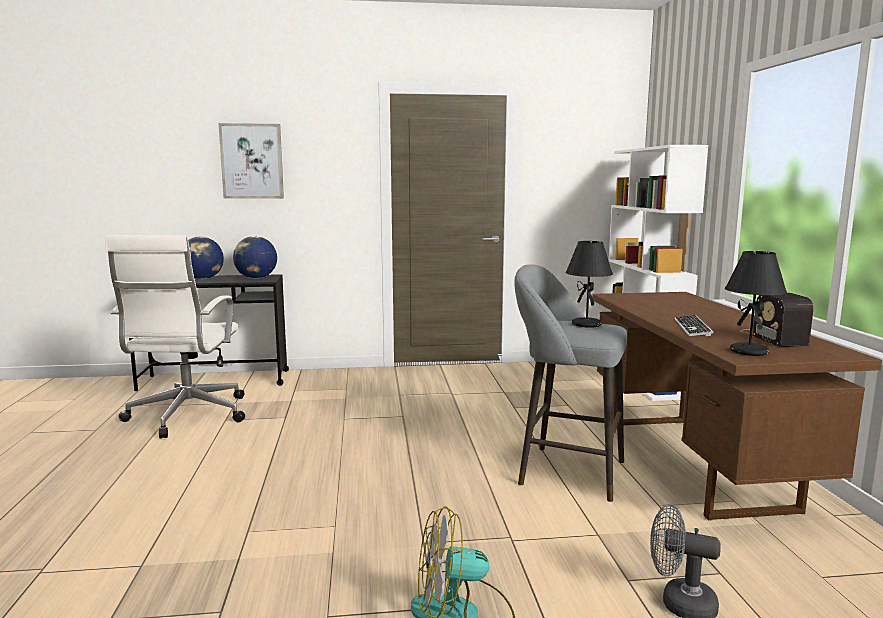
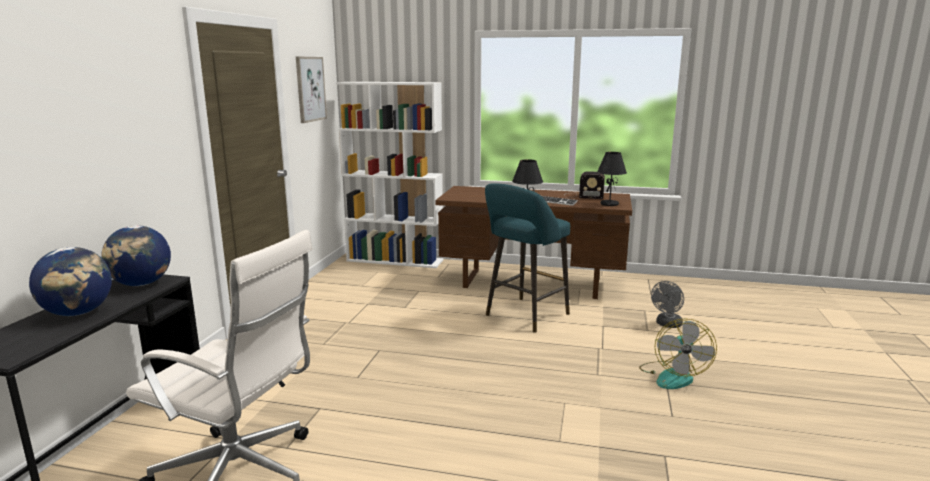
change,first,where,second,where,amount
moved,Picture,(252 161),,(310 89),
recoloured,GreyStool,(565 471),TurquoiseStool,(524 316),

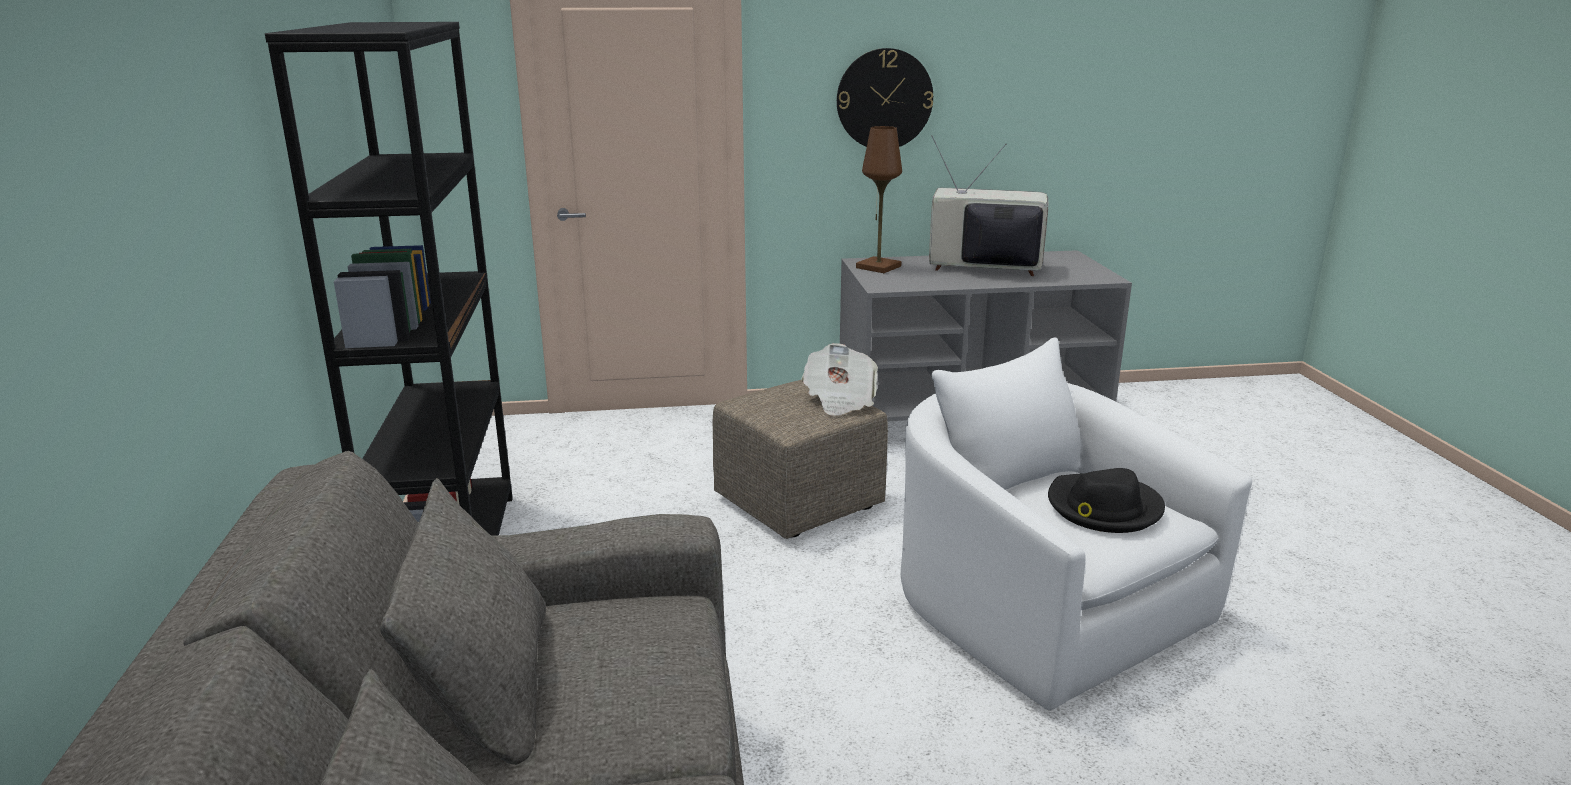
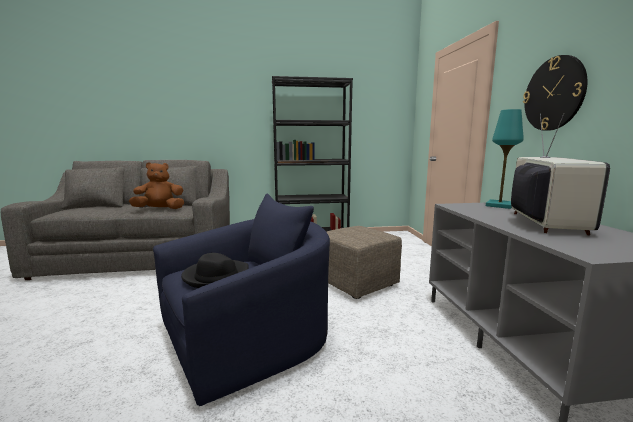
change,first,where,second,where,amount
added,,,BrownPlushToy,(160 209),
recoloured,WhiteArmchair,(1041 609),BlueArmchair,(249 340),
recoloured,BrownTableLamp,(878 267),TurquoiseTableLamp,(499 205),
removed,Newspaper,(839 400),,,

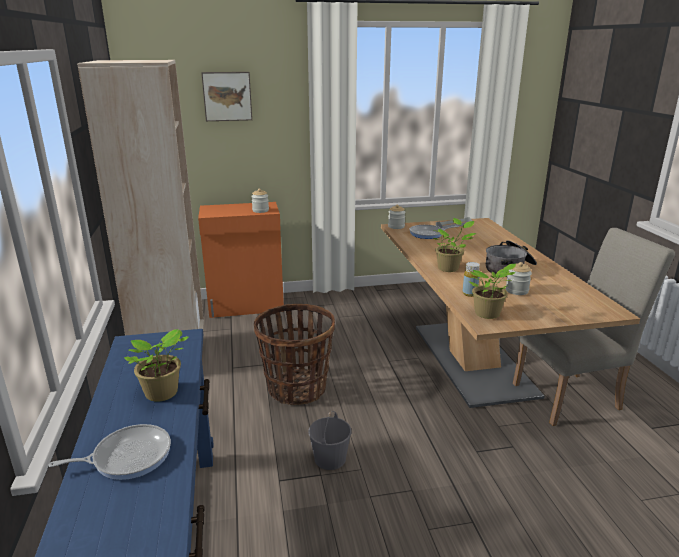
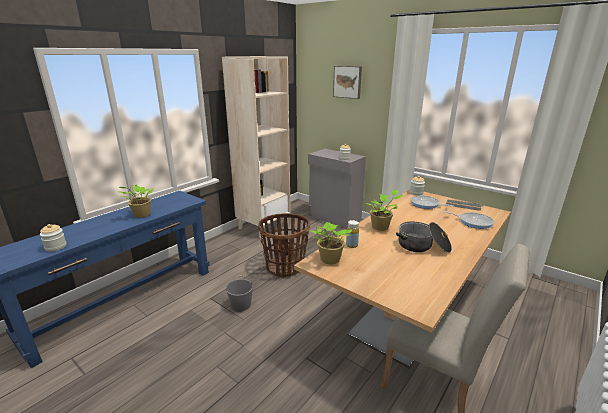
change,first,where,second,where,amount
moved,Jar,(517 290),,(56 247),
recoloured,OrangeCabinet,(246 306),GreyCabinet,(334 218),
moved,FryingPan,(128 457),,(473 222),

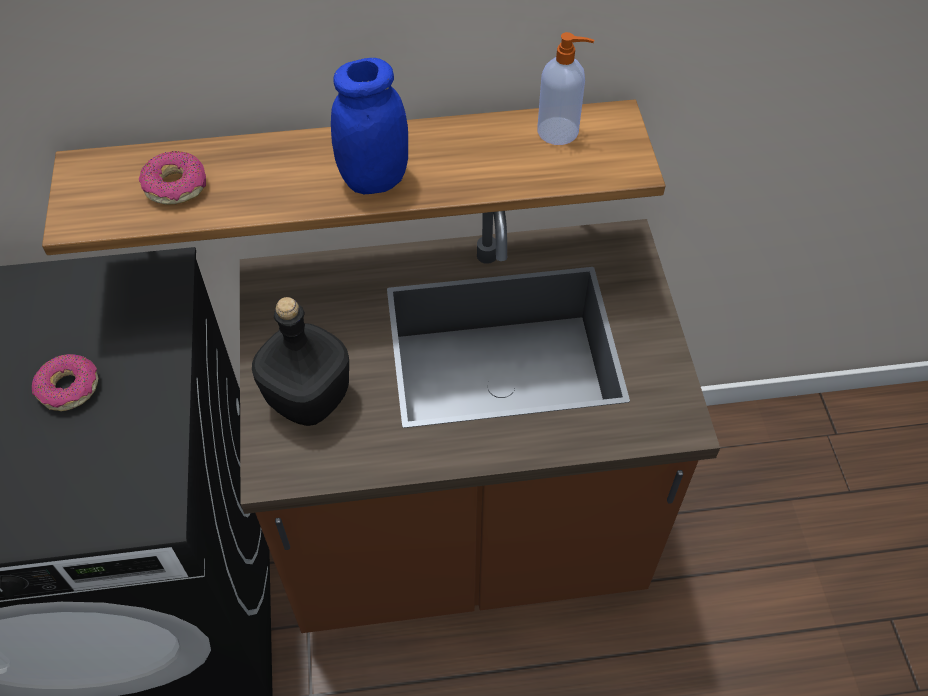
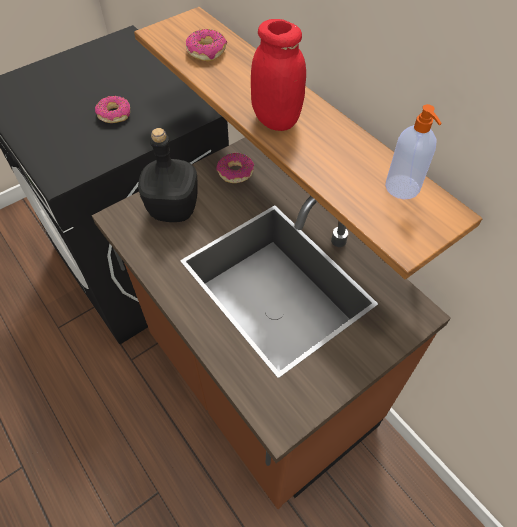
change,first,where,second,where,amount
added,,,Donut,(235 172),
recoloured,BlueJar,(374 179),RedJar,(276 120),

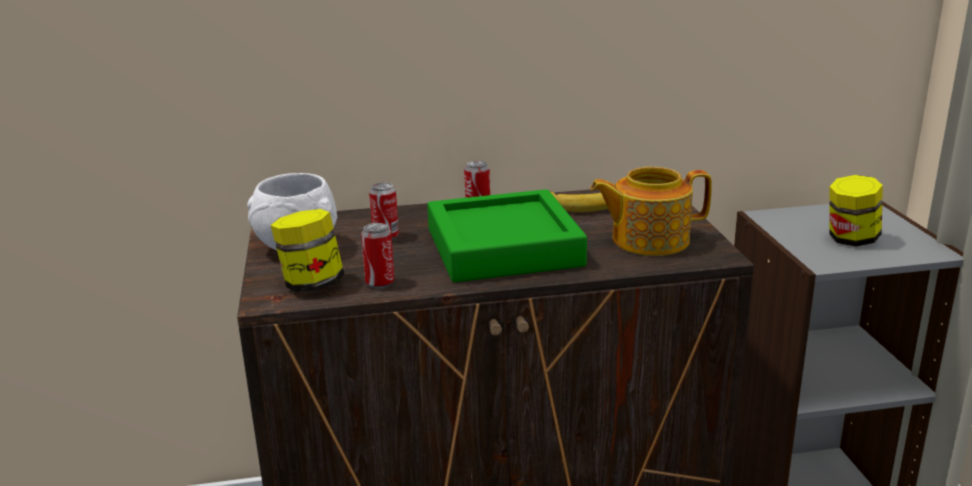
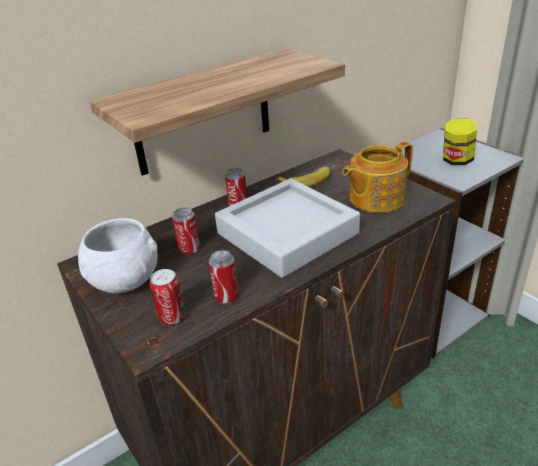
change,first,where,second,where,amount
added,,,Shelf,(203 112),
replaced,Jar,(311 285),Can,(172 317),
recoloured,GreenTray,(503 247),GreyTray,(287 234),

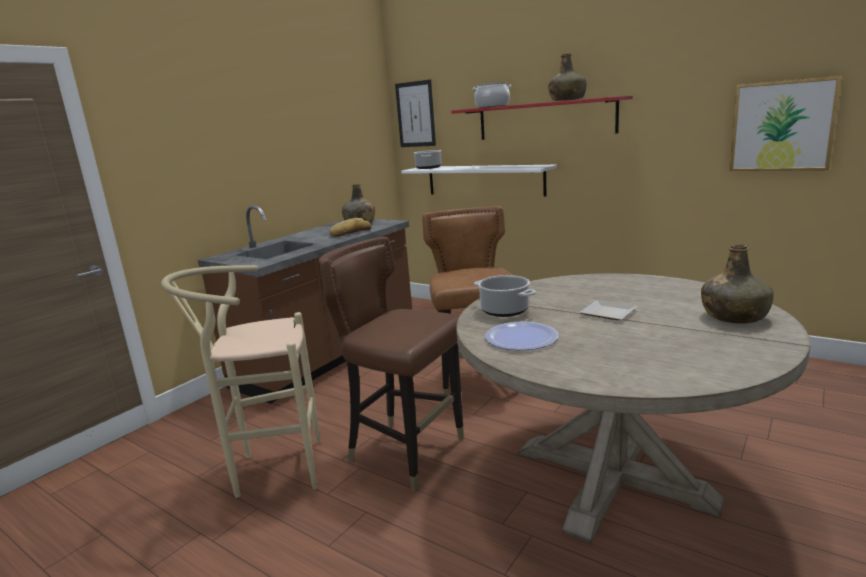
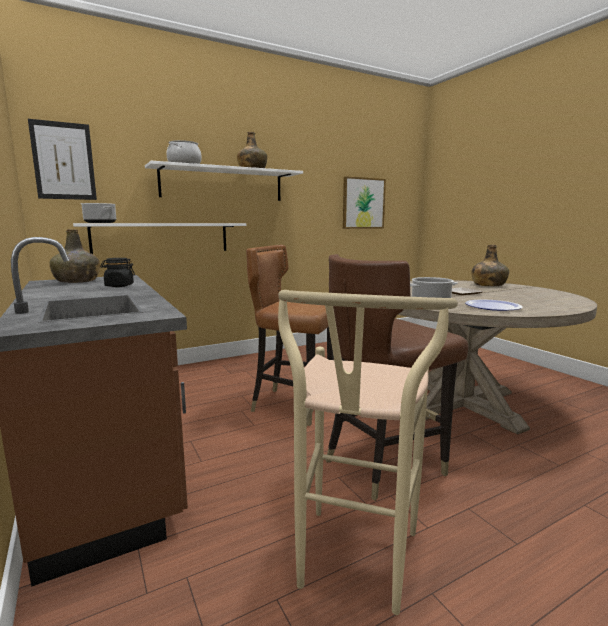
change,first,where,second,where,amount
replaced,Bread,(350 233),BlackJar,(119 286),
recoloured,RedShelf,(545 119),WhiteShelf,(223 184),

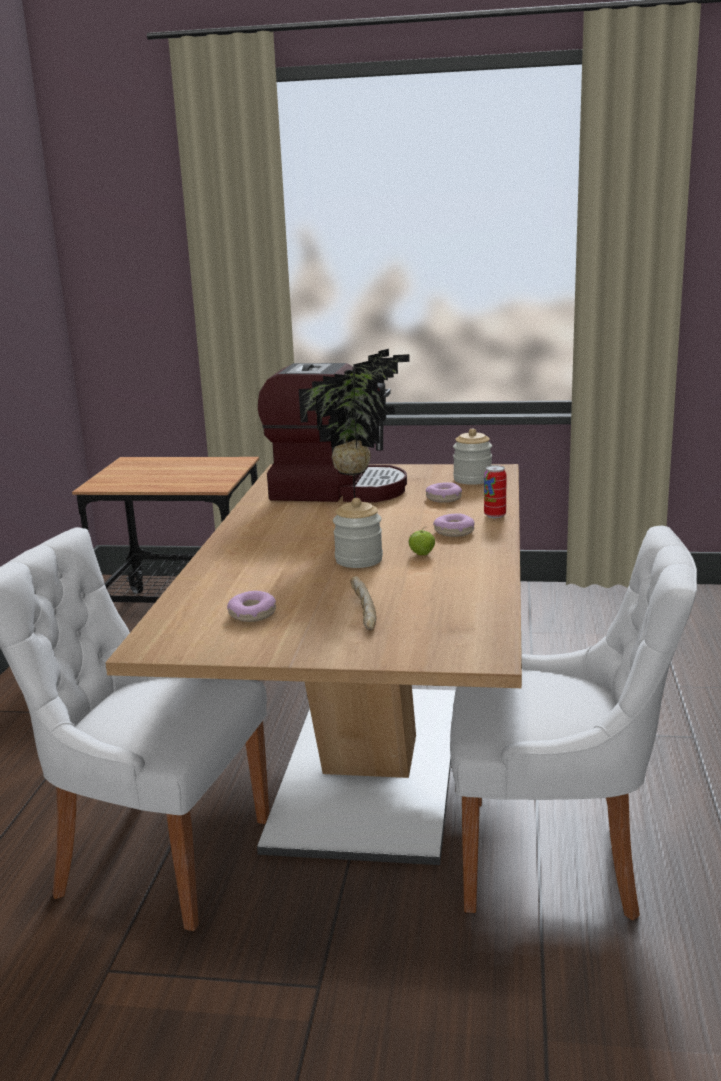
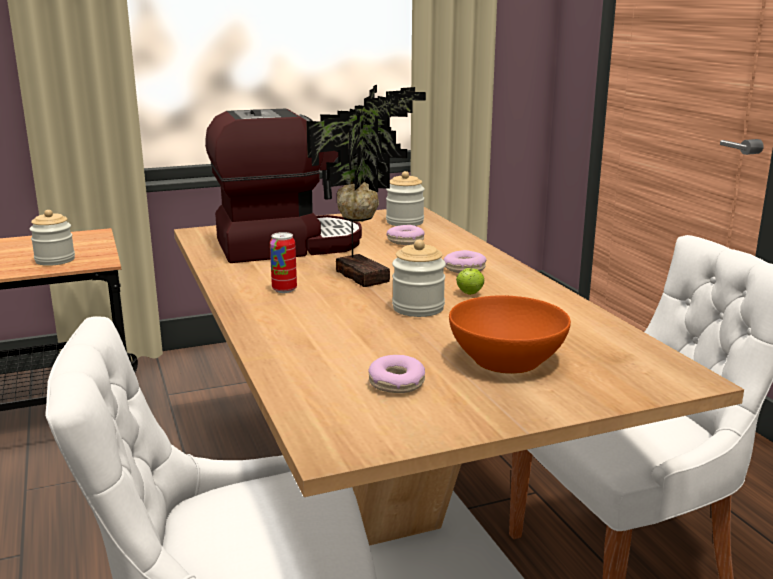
change,first,where,second,where,amount
added,,,Jar,(55 260),
moved,Can,(495 515),,(284 290),
replaced,Bread,(362 612),OrangeBowl,(507 359),

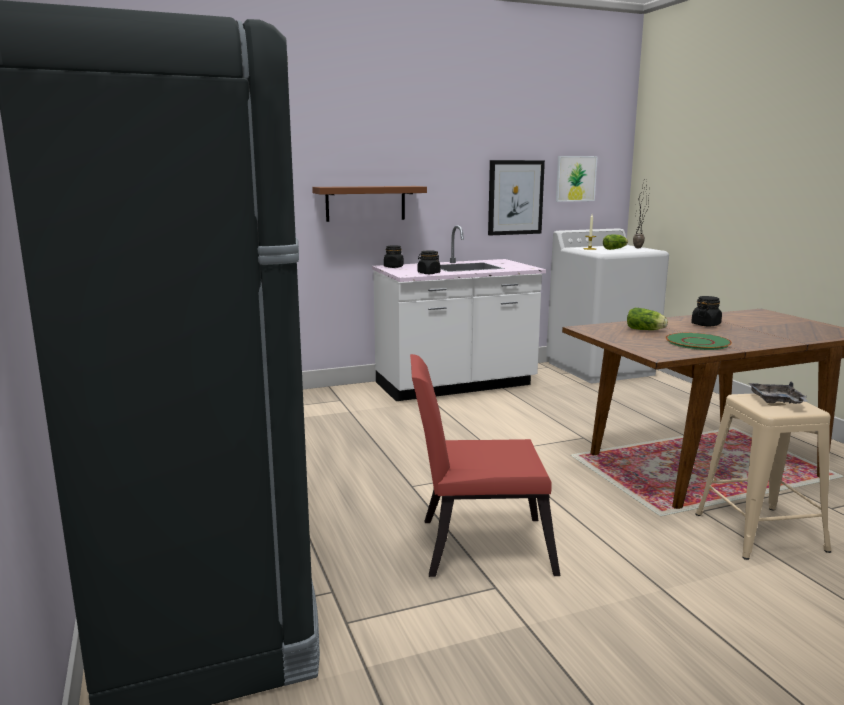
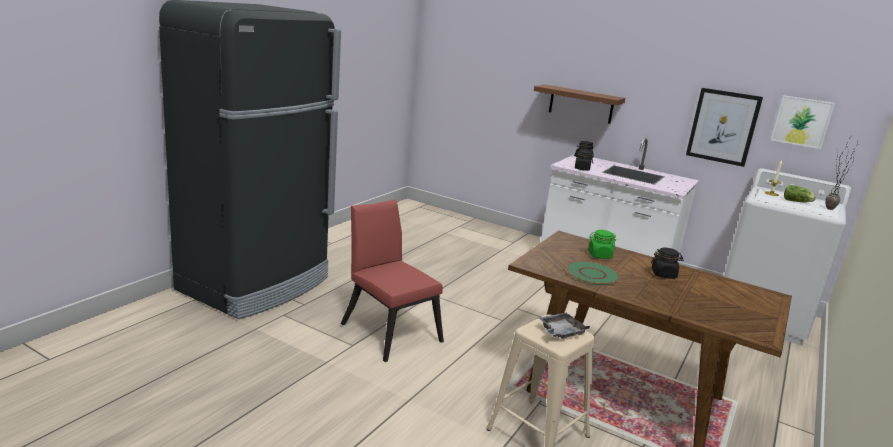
change,first,where,second,where,amount
replaced,Lettuce,(646 330),GreenJar,(599 255),

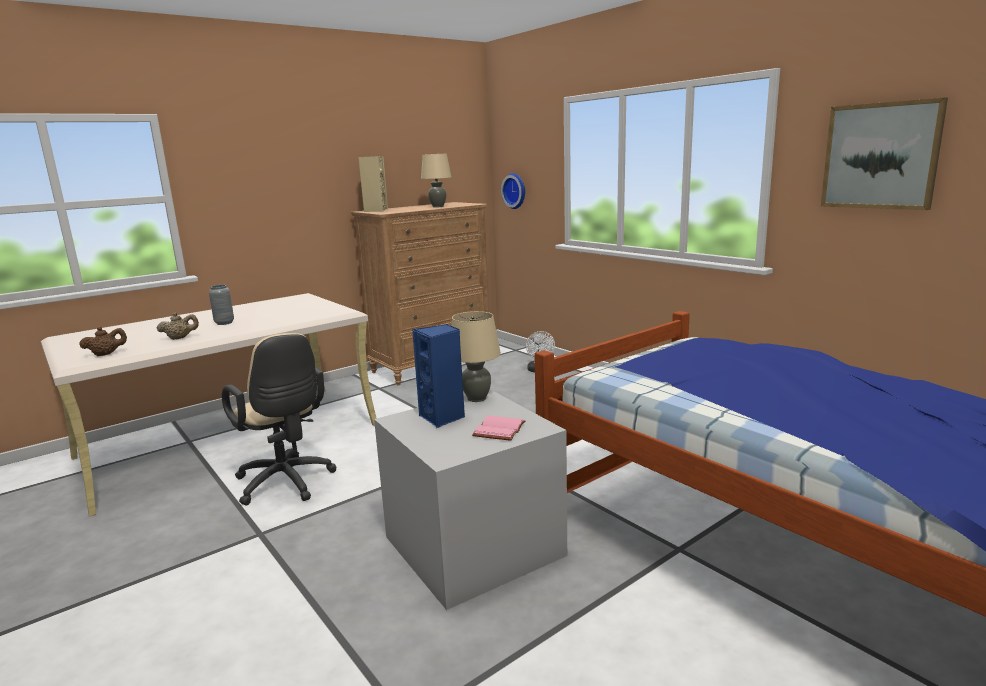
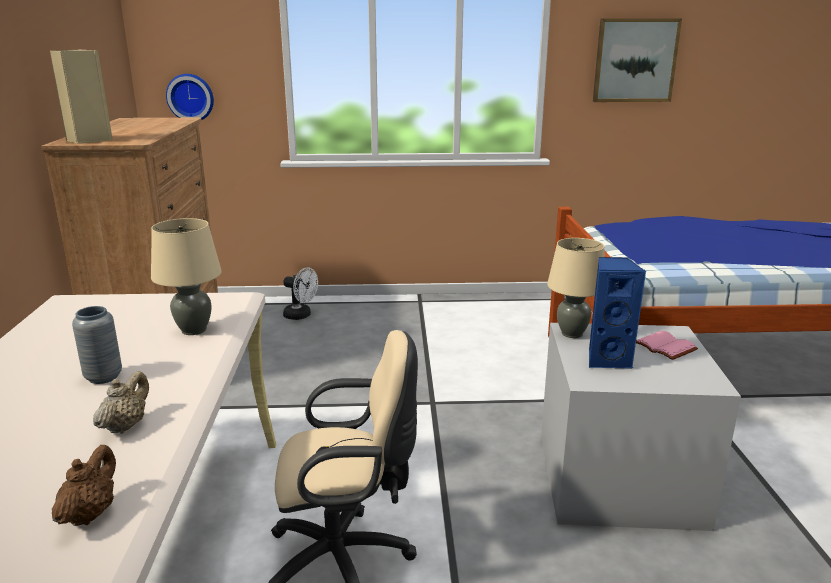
change,first,where,second,where,amount
moved,BeigeTableLamp,(438 206),,(194 330),

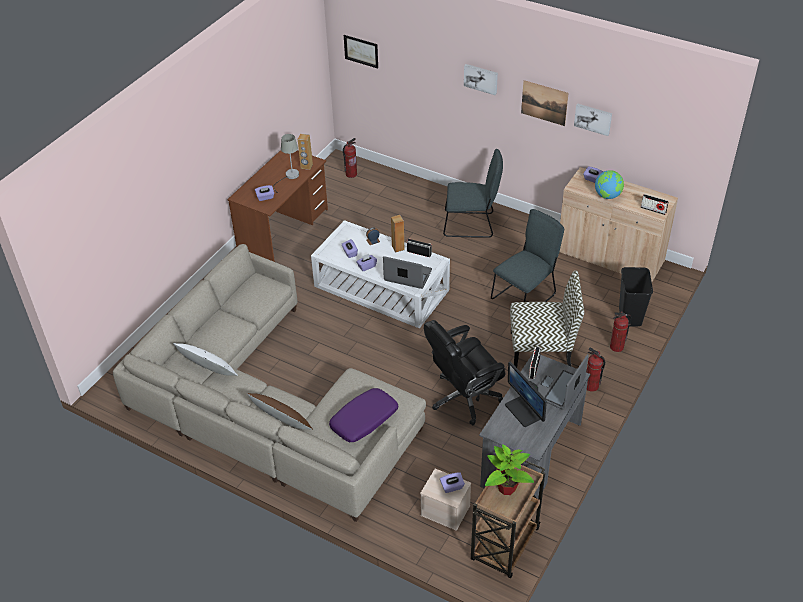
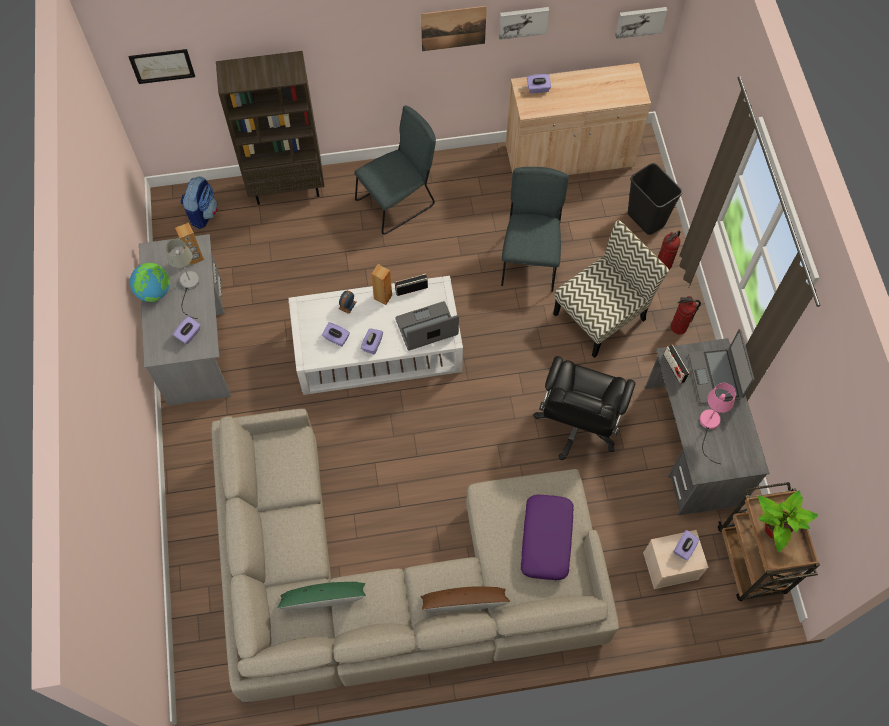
change,first,where,second,where,amount
moved,Globe,(607 196),,(154 291),
recoloured,BrownDesk,(283 229),GreyDesk,(196 341),
replaced,FireExtinguisher,(351 174),Backpack,(203 213),
added,,,BrownBookcase,(287 187),
recoloured,WhitePillow,(207 369),GreenPillow,(324 600),
moved,Picture,(481 78),,(640 21),
replaced,Monitor,(524 411),PinkTableLamp,(709 426),
removed,Radio,(653 210),,,

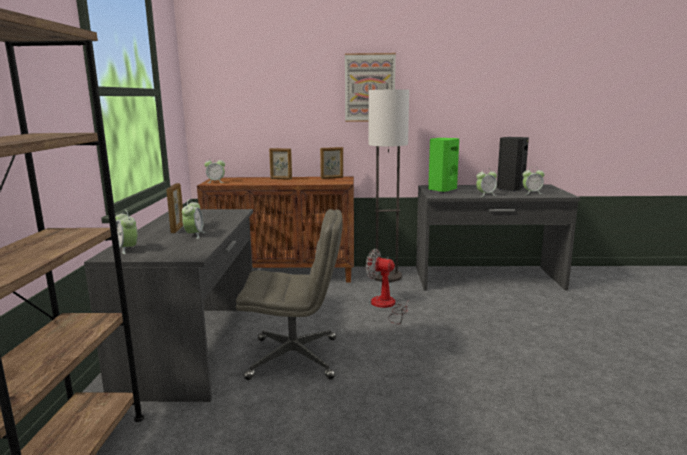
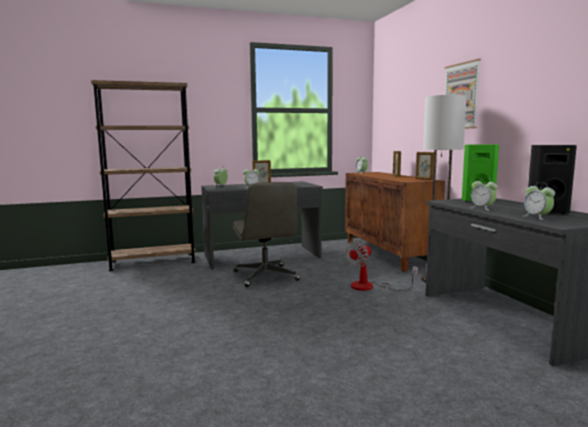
change,first,where,second,where,amount
turned,Fan,(386 306),,(370 287),135 degrees counterclockwise

